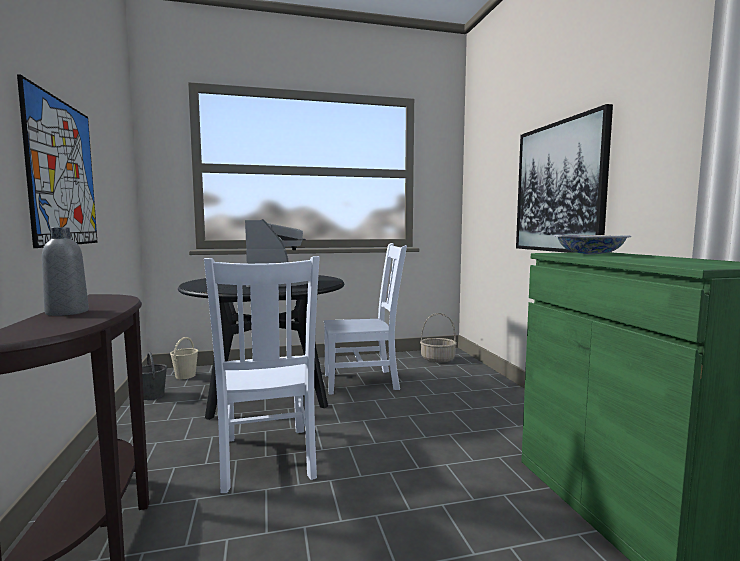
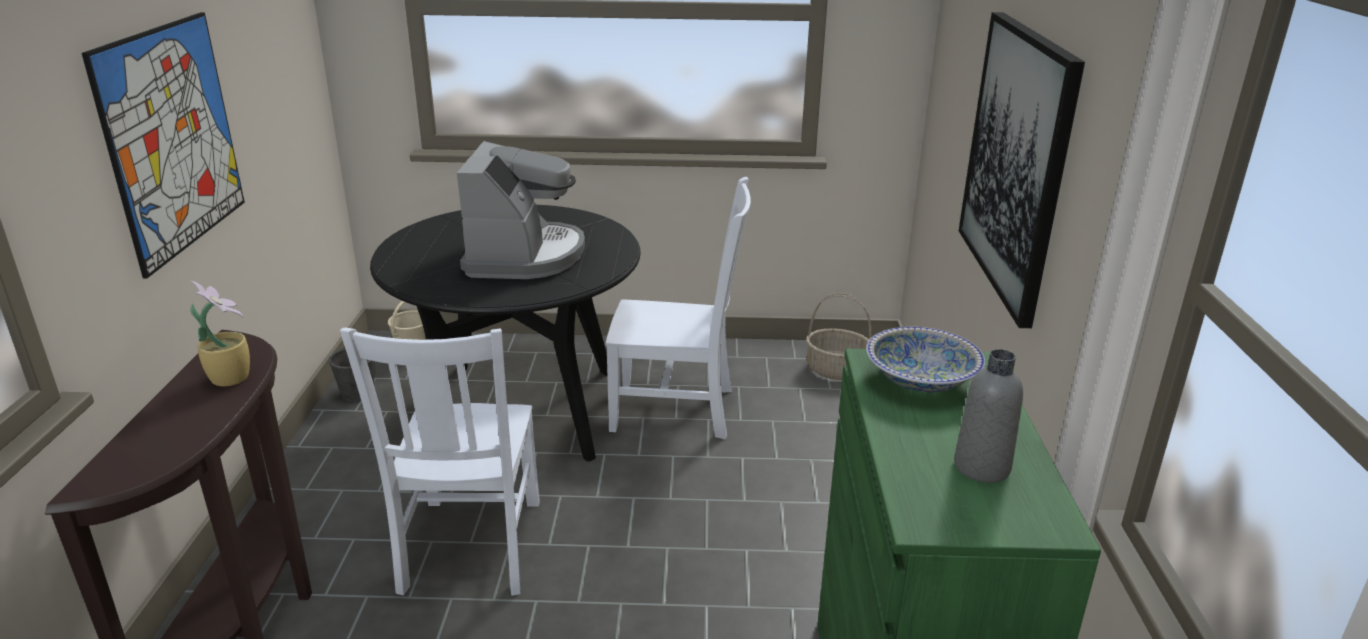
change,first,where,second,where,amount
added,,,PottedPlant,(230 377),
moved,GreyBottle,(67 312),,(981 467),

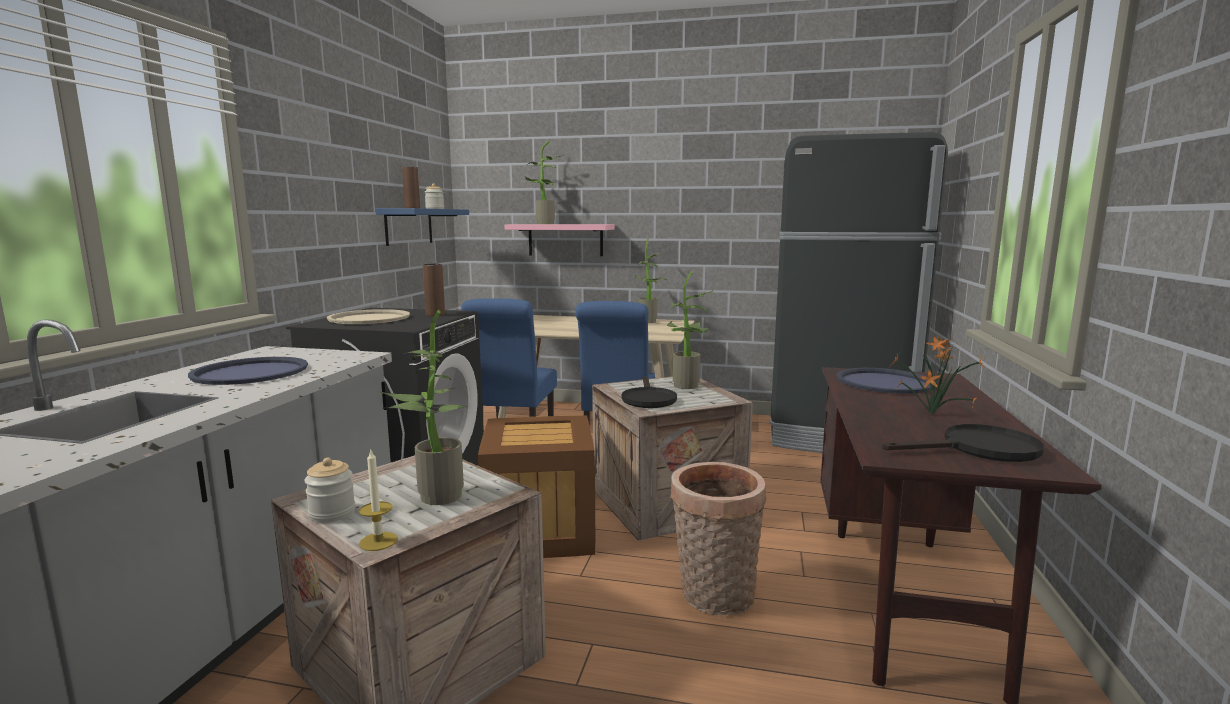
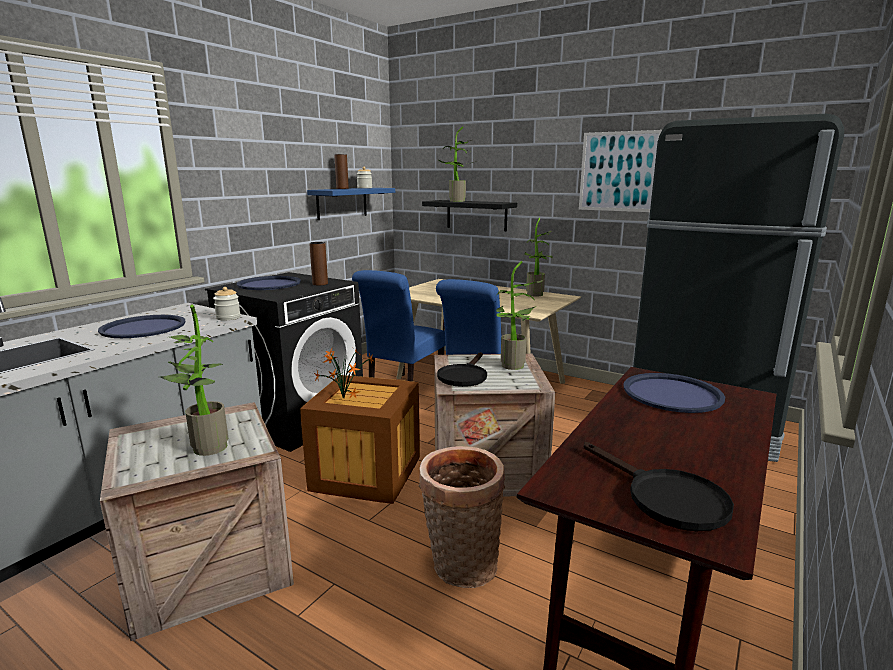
change,first,where,second,where,amount
moved,Jar,(332 513),,(228 317),
recoloured,BeigeTray,(369 318),BlueTray,(269 284),
moved,PottedPlant,(928 414),,(343 398),
recoloured,PinkShelf,(565 240),BlackShelf,(476 215),
added,,,Picture,(618 171),
turned,BlackFryingPan,(979 449),,(665 498),45 degrees clockwise
removed,Candle,(378 541),,,

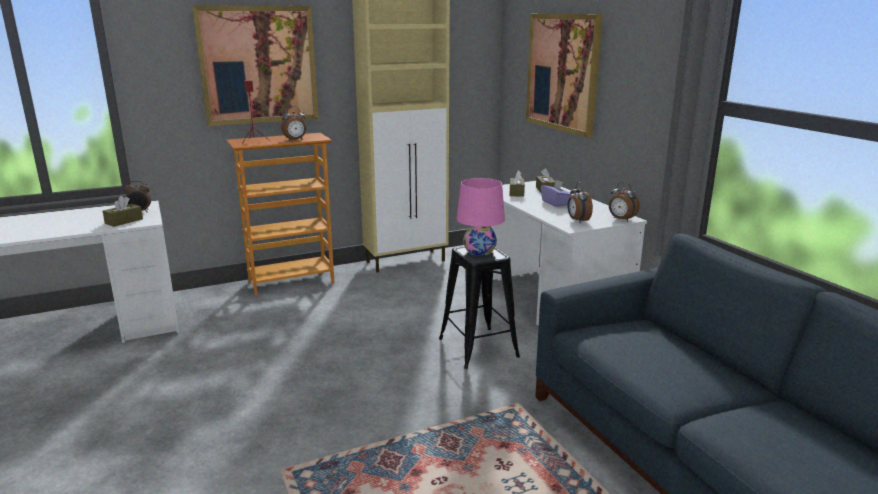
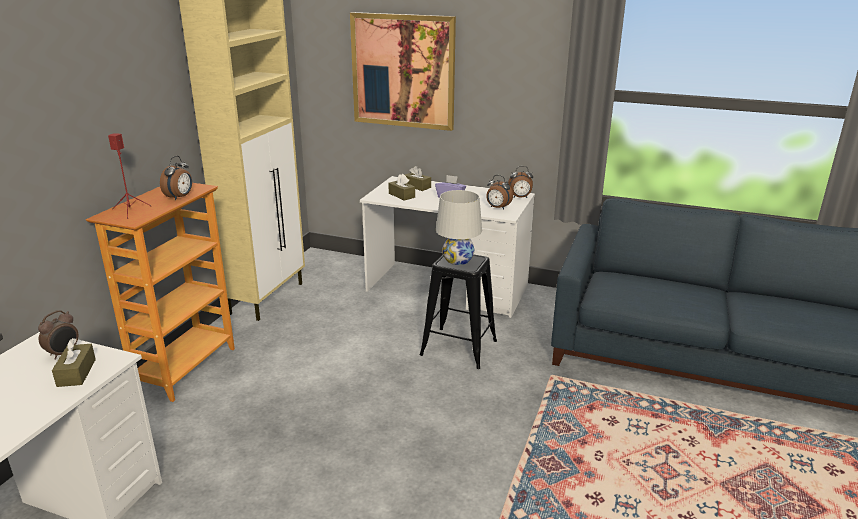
change,first,where,second,where,amount
recoloured,PinkTableLamp,(479 251),WhiteTableLamp,(457 260),
removed,Picture,(258 65),,,

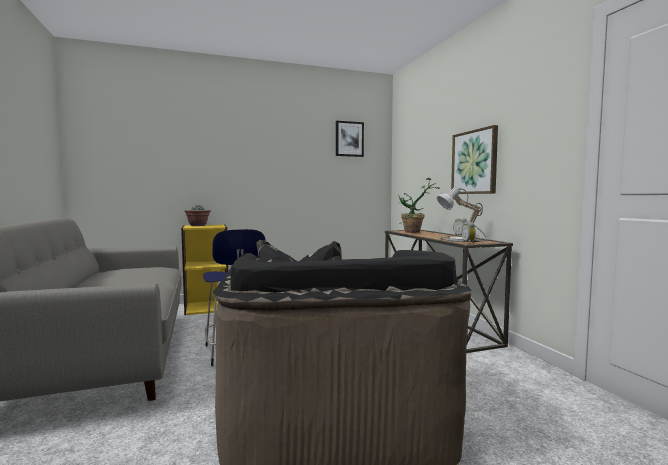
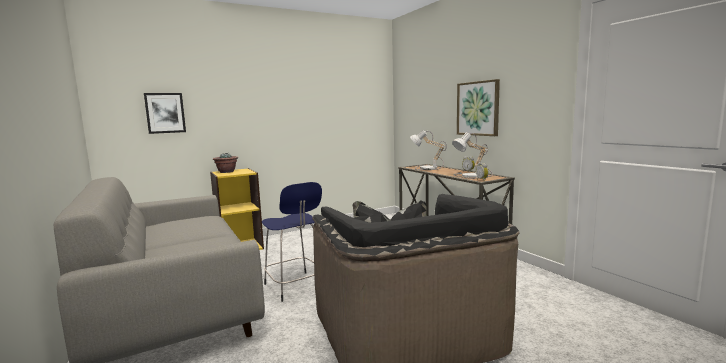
change,first,where,second,where,amount
moved,Picture,(349 139),,(165 113),
replaced,PottedPlant,(415 232),TableLamp,(427 168),

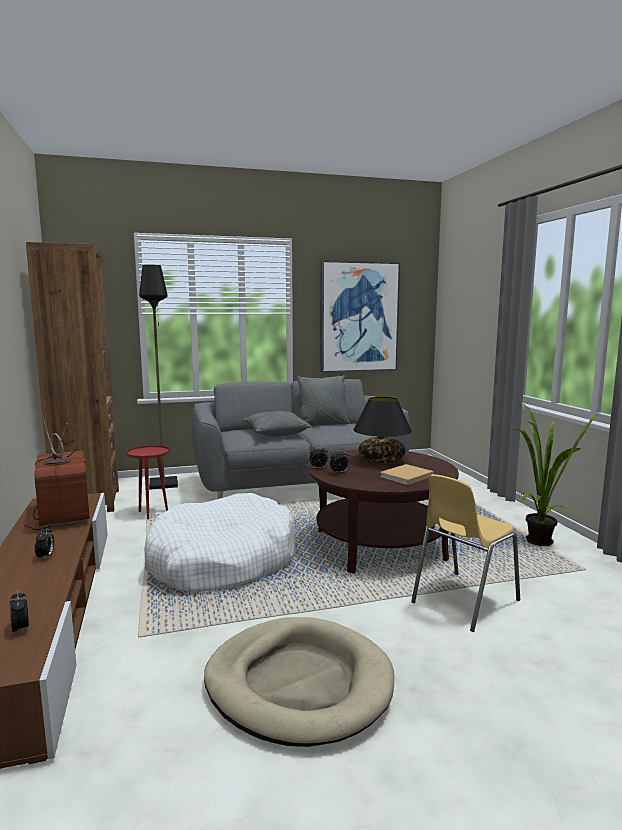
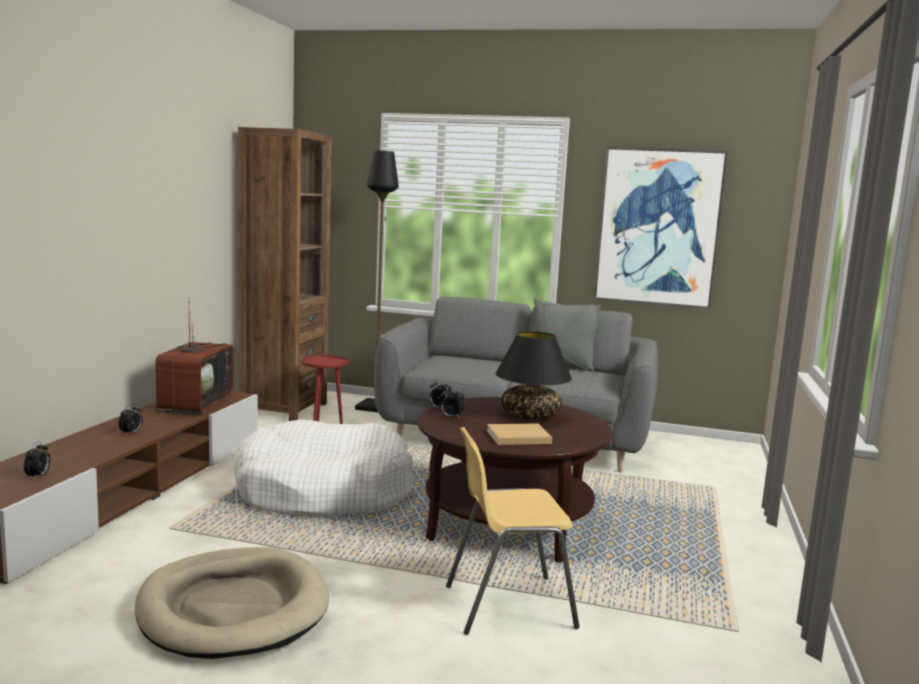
change,first,where,second,where,amount
removed,GreyPillow,(275 433),,,
removed,PottedPlant,(537 539),,,

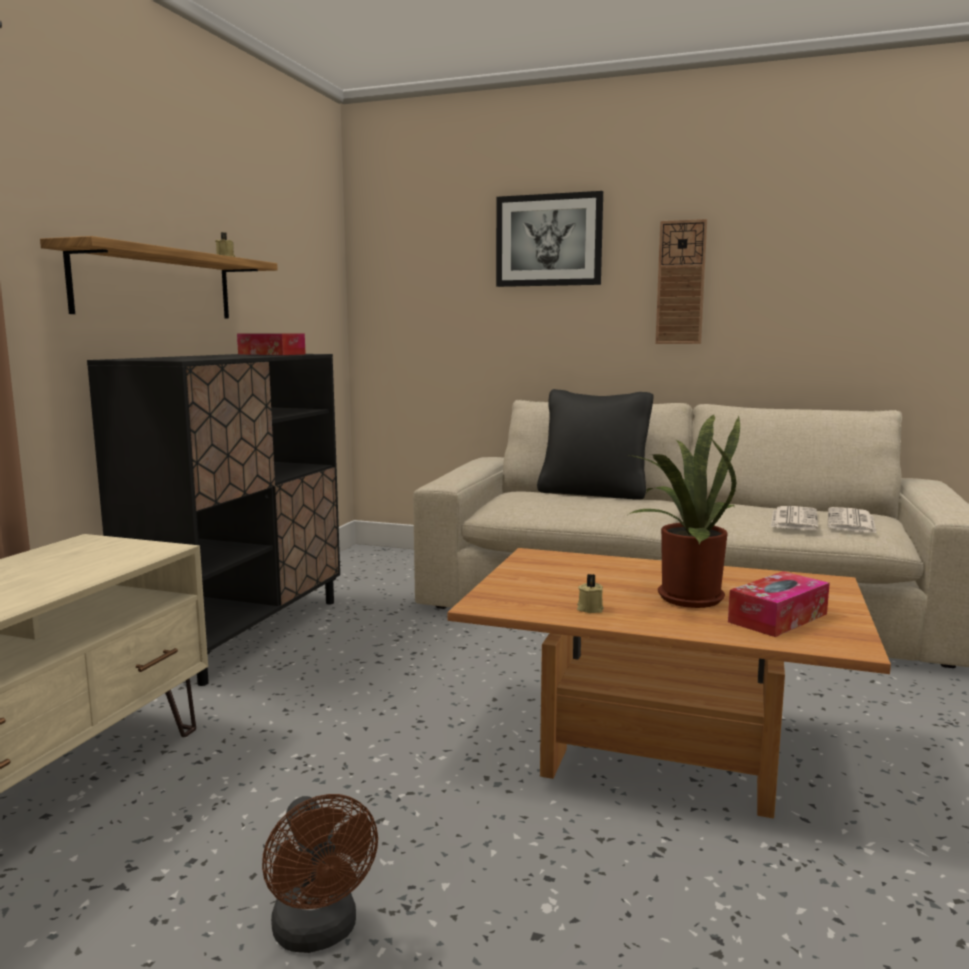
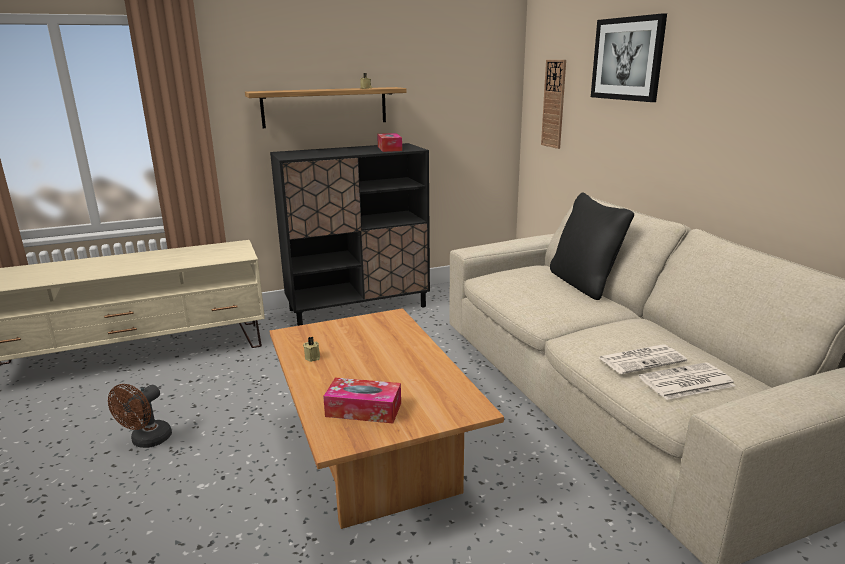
change,first,where,second,where,amount
moved,WallClock,(681 283),,(554 104),
removed,PottedPlant,(683 597),,,

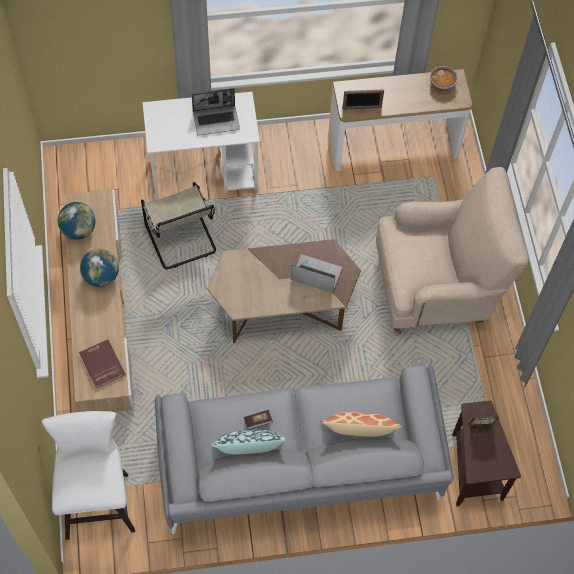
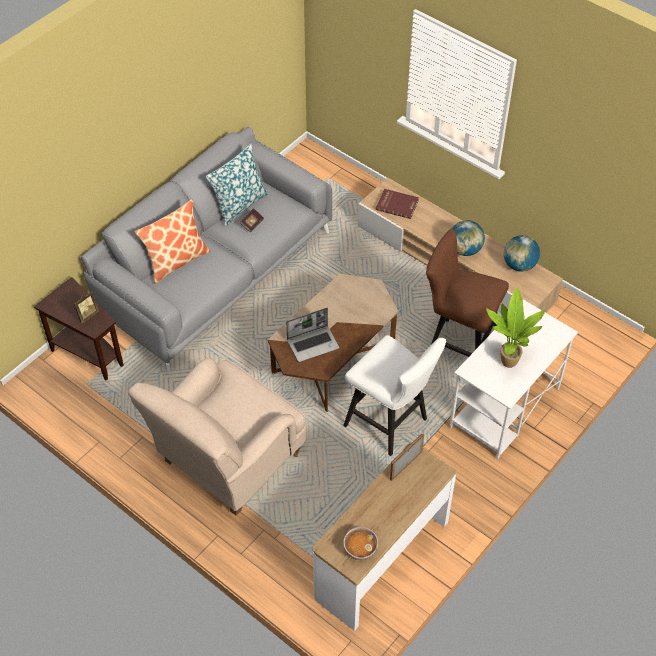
change,first,where,second,where,amount
moved,WhiteStool,(98 500),,(390 424),
replaced,BeigeChair,(181 240),BrownStool,(457 346),
replaced,Laptop,(216 120),PottedPlant,(506 362),

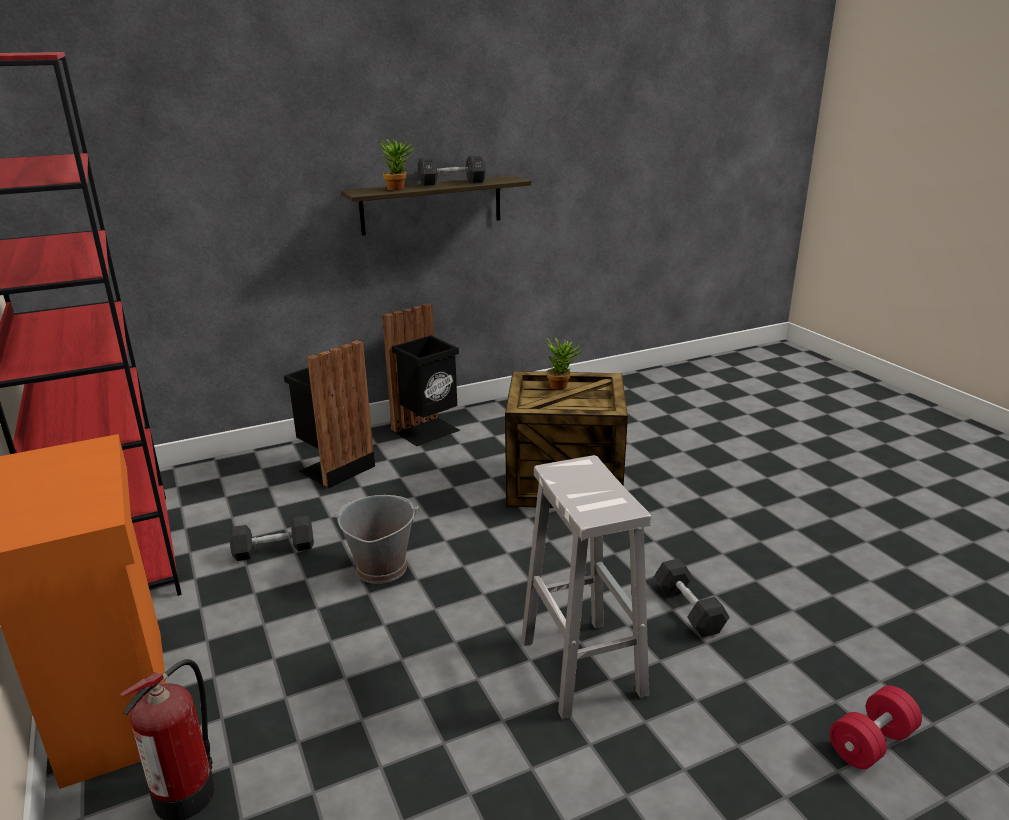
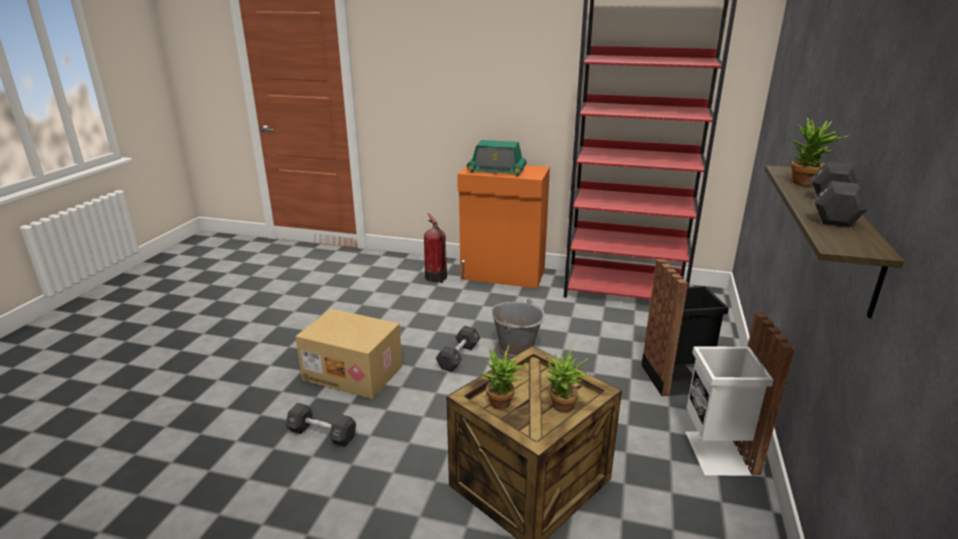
change,first,where,second,where,amount
replaced,WhiteStool,(580 665),CardboardBox,(354 372),
moved,BlackDumbbell,(274 550),,(458 356),
added,,,Radio,(496 171),
added,,,PottedPlant,(503 405),
recoloured,BlackTrashCan,(428 431),WhiteTrashCan,(717 453),
removed,RedDumbbell,(871 743),,,

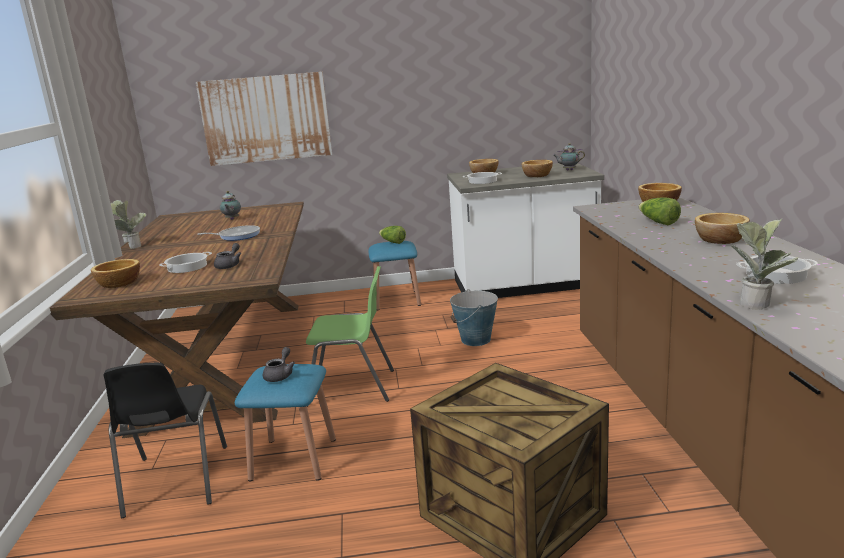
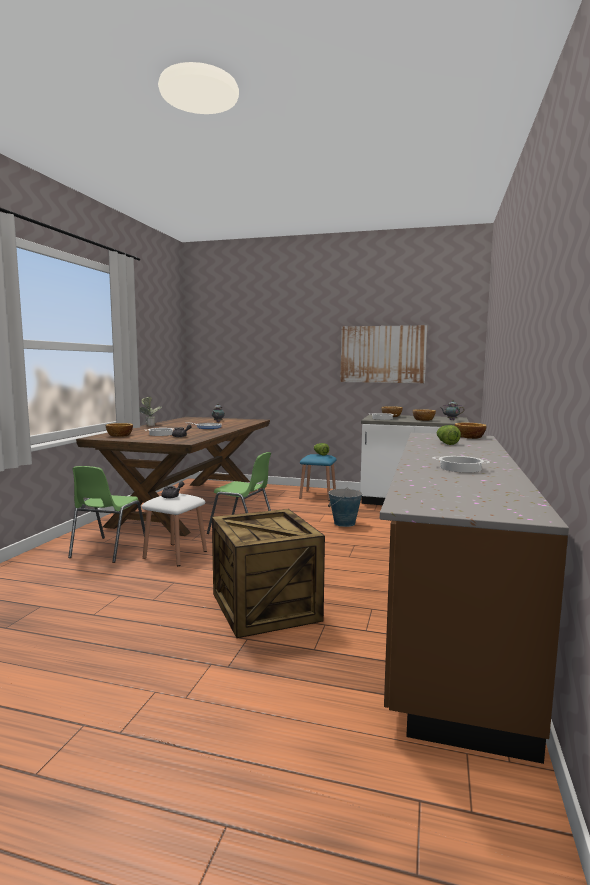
change,first,where,second,where,amount
recoloured,BlackChair,(175 481),GreenChair,(107 550),
recoloured,BlueStool,(293 459),WhiteStool,(175 554),
moved,Picture,(266 119),,(382 354),
removed,Bowl,(721 240),,,
removed,PottedPlant,(758 303),,,

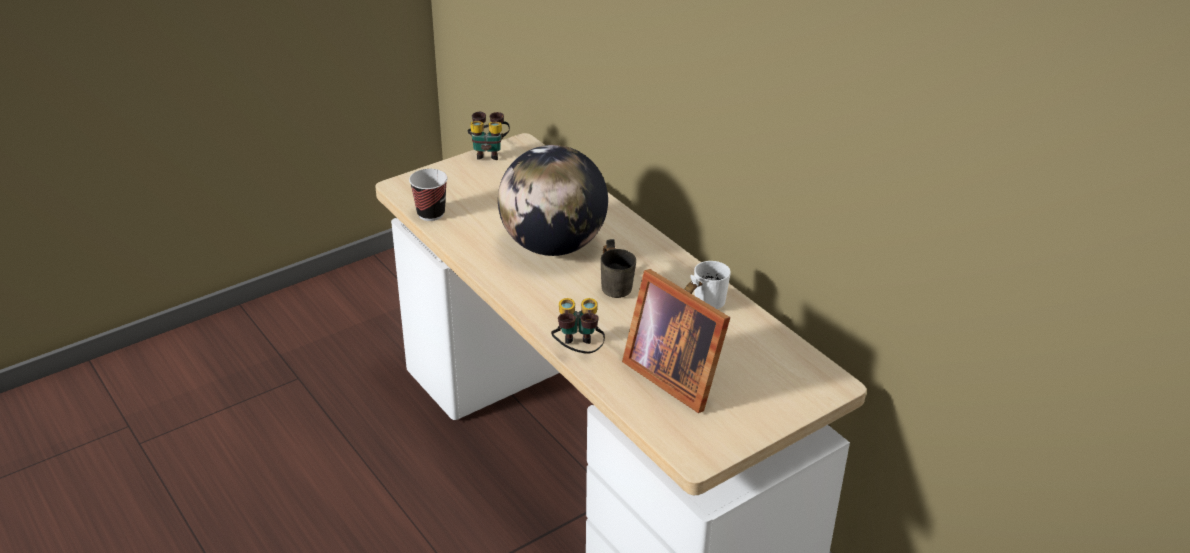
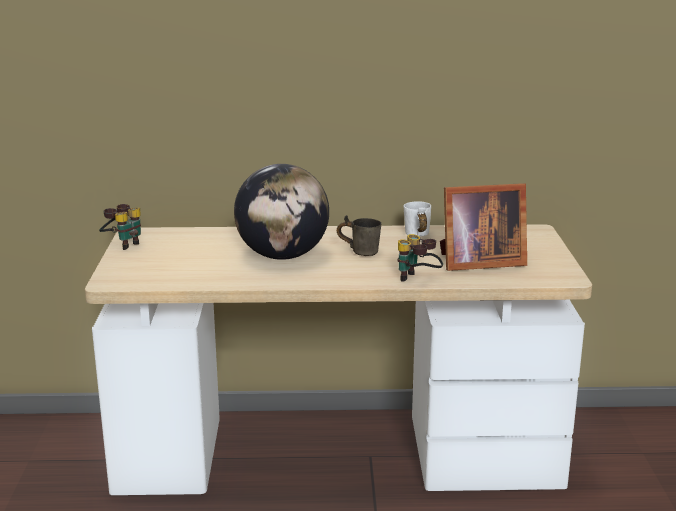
change,first,where,second,where,amount
removed,Cup,(431 214),,,

